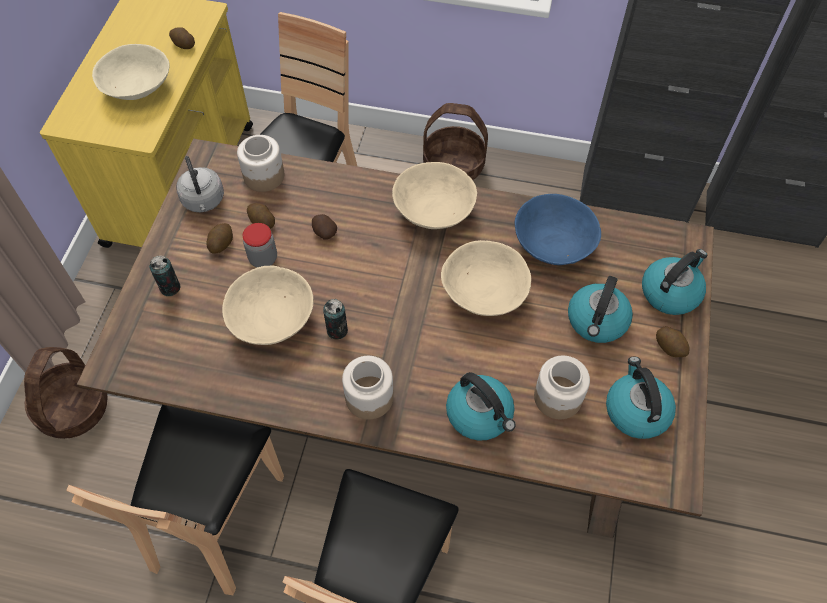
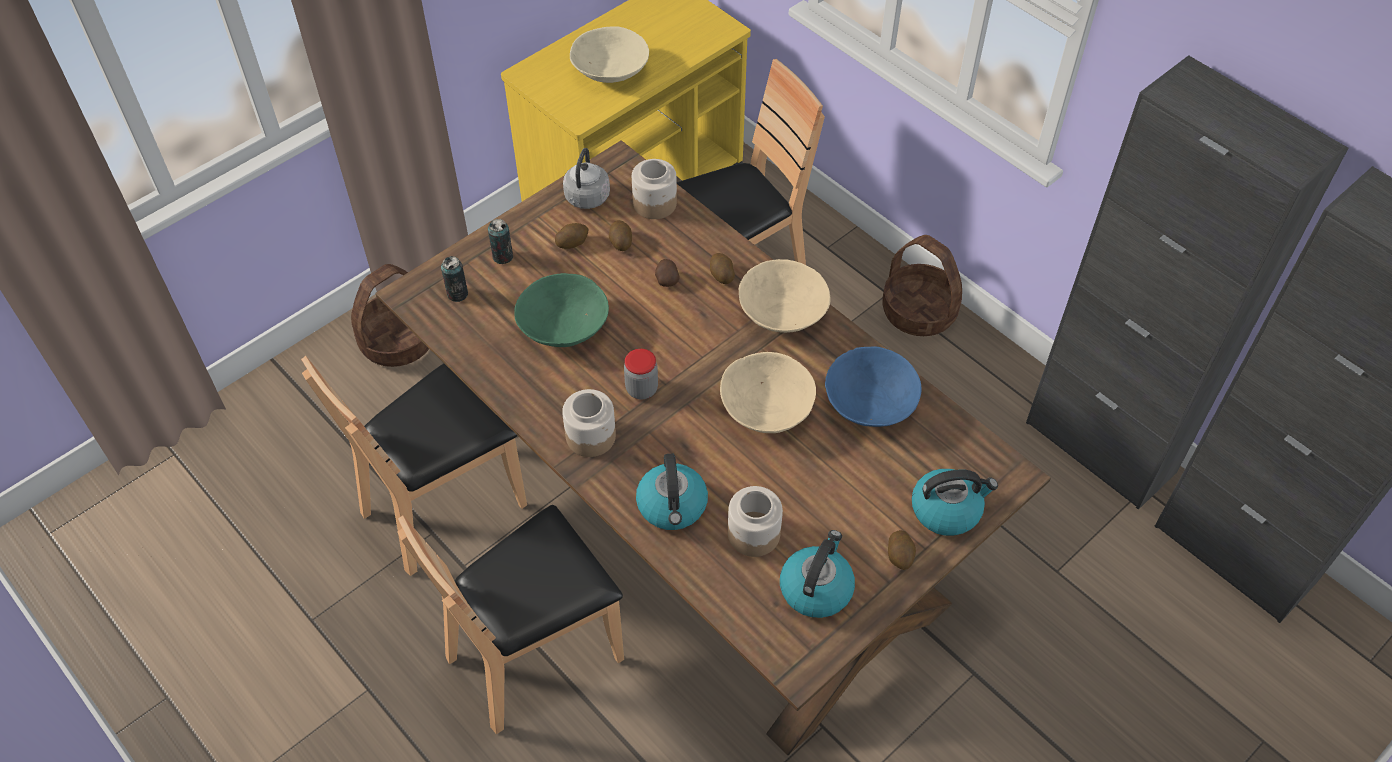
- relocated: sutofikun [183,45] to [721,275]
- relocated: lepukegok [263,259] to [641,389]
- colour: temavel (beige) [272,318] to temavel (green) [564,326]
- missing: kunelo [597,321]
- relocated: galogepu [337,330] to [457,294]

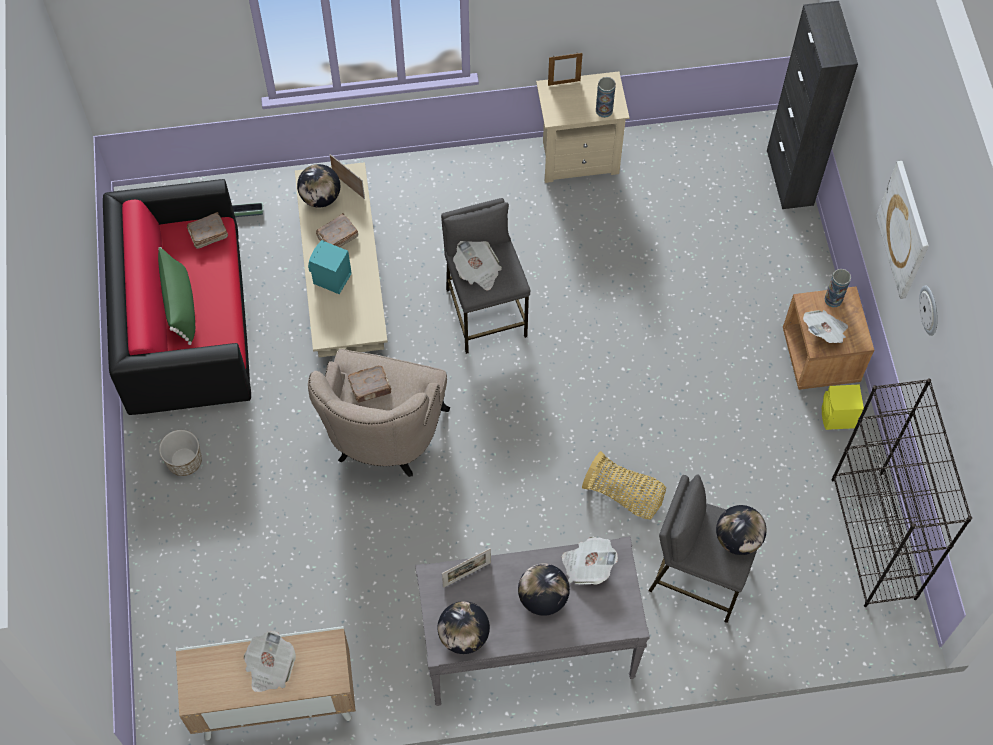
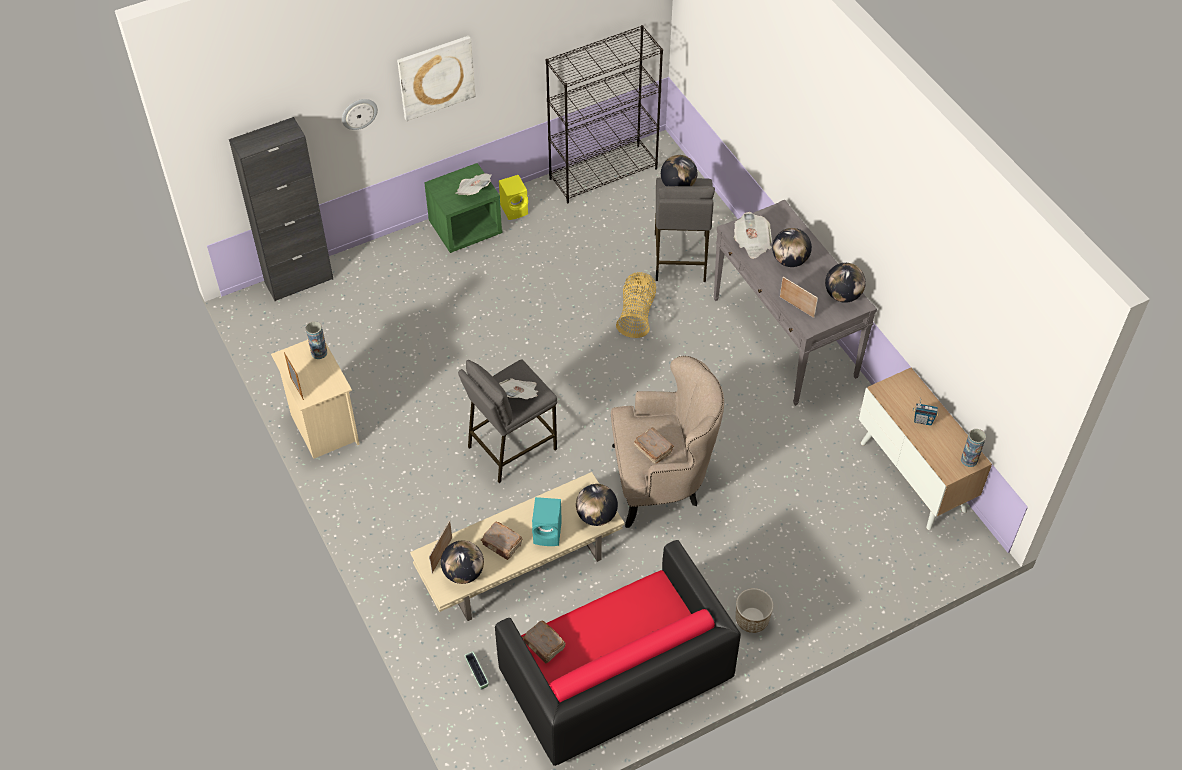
- missing: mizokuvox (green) [180,305]
- relocated: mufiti [833,299] to [969,460]
- relocated: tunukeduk [930,310] to [359,113]
- colour: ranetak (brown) [820,357] to ranetak (green) [465,229]
- exchanged: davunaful [270,667] to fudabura [923,420]
- appeared: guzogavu [596,516]

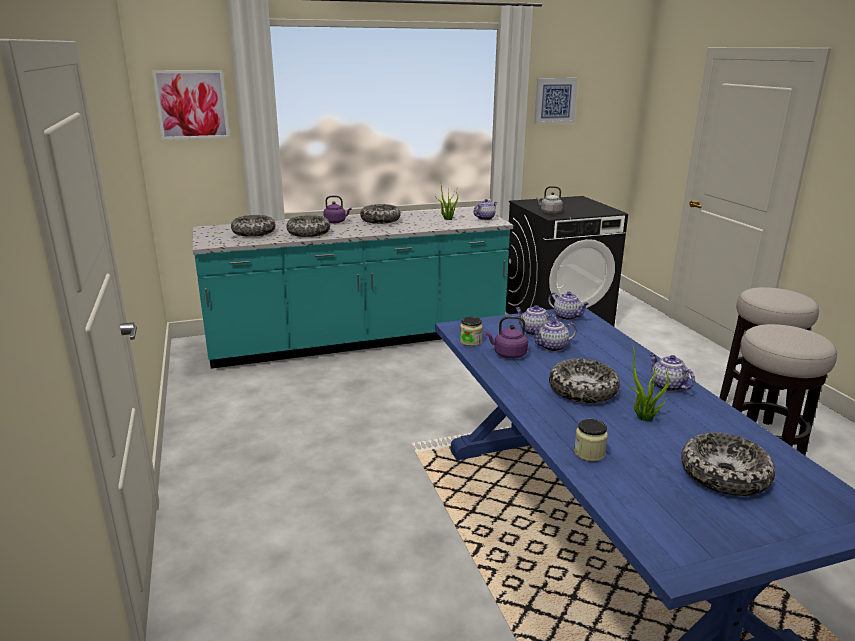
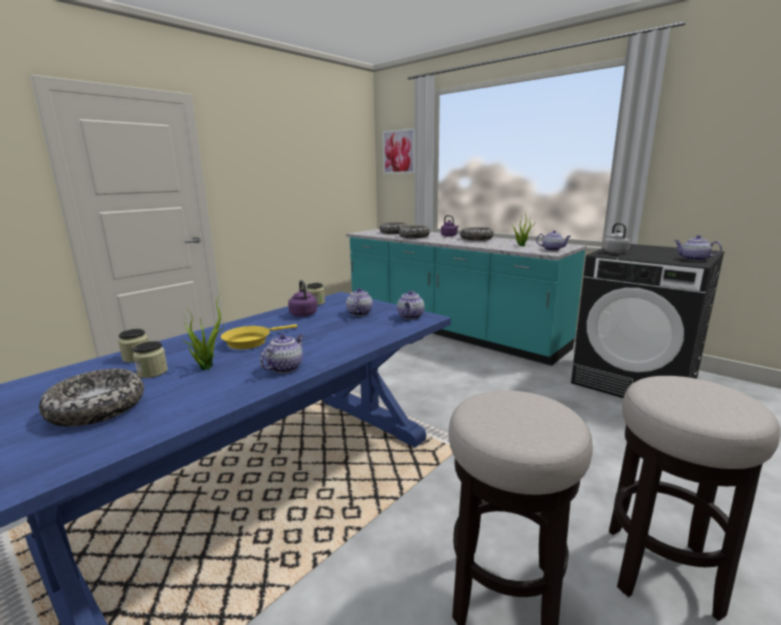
- missing: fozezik [555,100]
- relocated: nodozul [551,347] to [693,259]
- exchanged: temavel [582,390] to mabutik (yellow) [251,341]
- appeared: lepukegok [152,372]

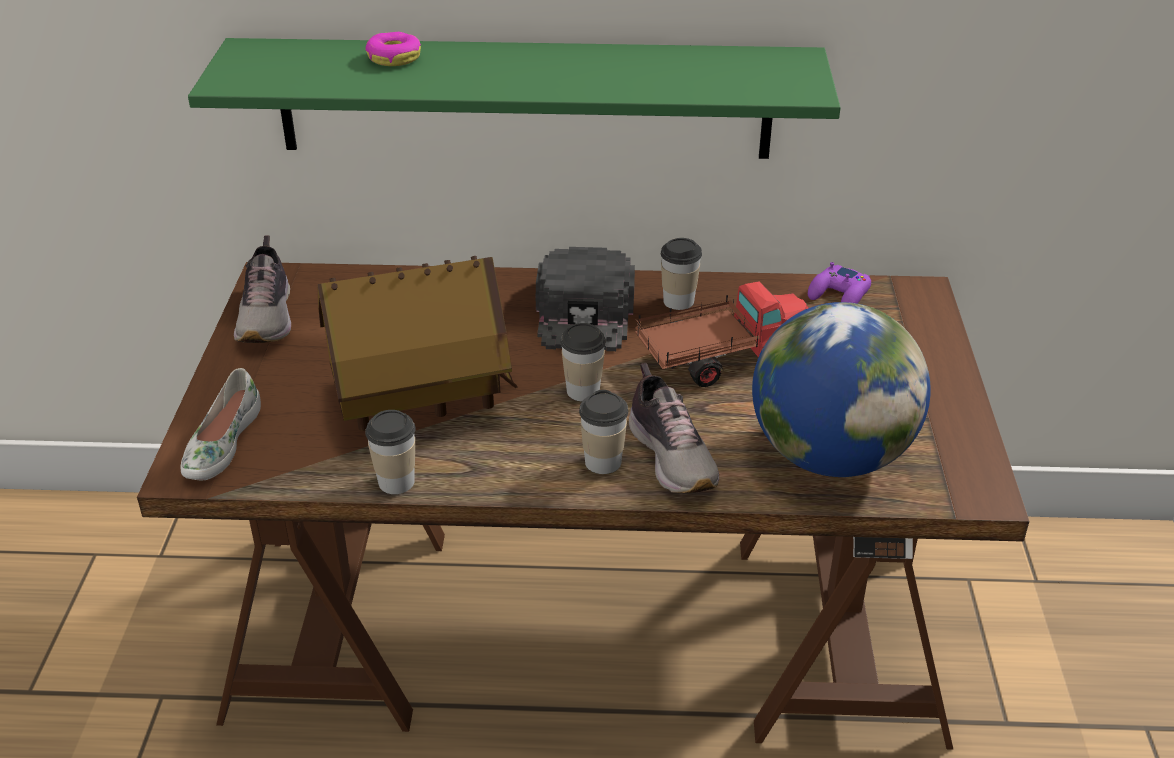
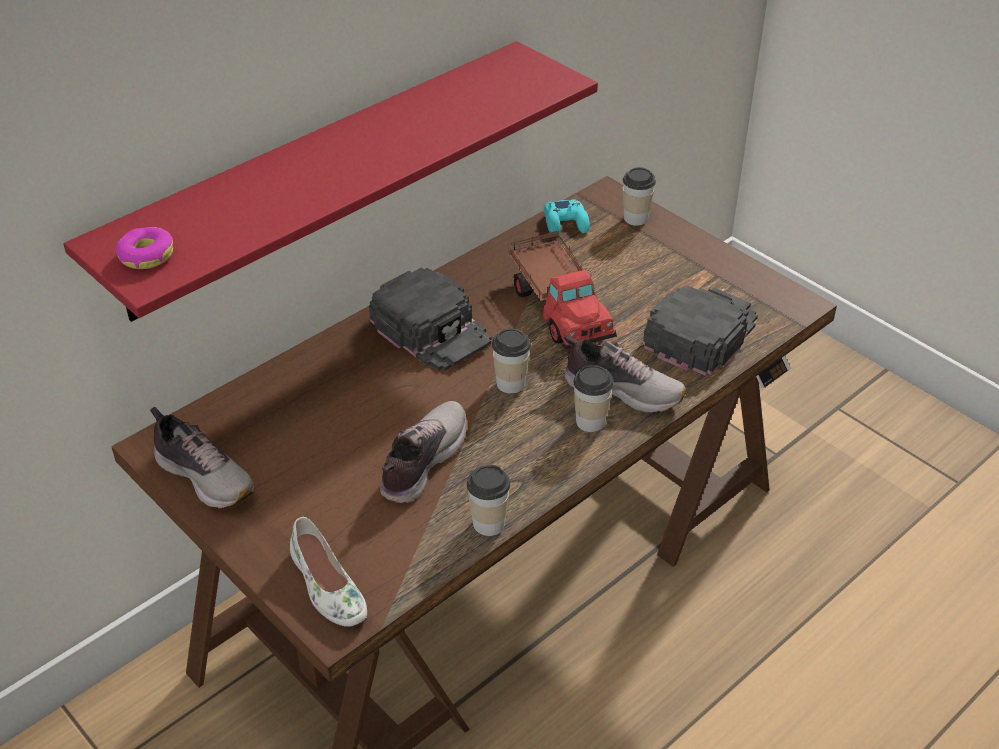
- relocated: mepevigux [394,58] to [146,256]
- colour: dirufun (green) [524,98] to dirufun (red) [319,178]
- relocated: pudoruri [678,301] to [635,218]
- exchanged: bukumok [421,403] to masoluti [421,461]
- colour: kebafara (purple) [839,295] to kebafara (turquoise) [566,223]
- spun: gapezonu [724,356] = [559,306] 135 degrees clockwise
- exchanged: guzogavu [830,456] to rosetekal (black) [701,332]

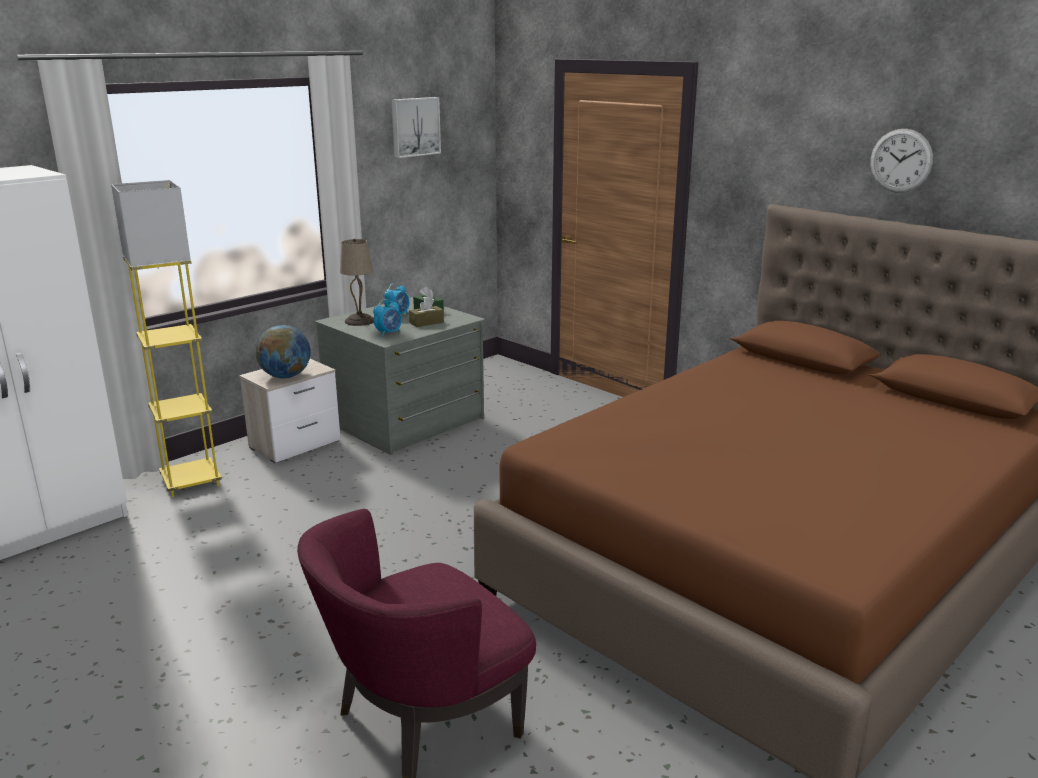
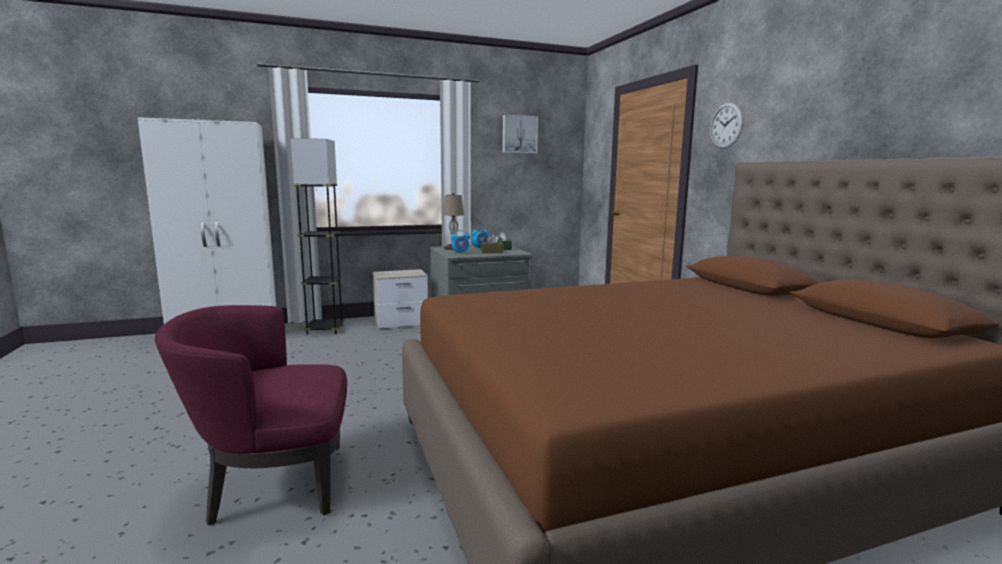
- relocated: tunukeduk [901,160] to [726,125]
- colour: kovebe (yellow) [191,482] to kovebe (grey) [325,330]
- missing: guzogavu [285,376]

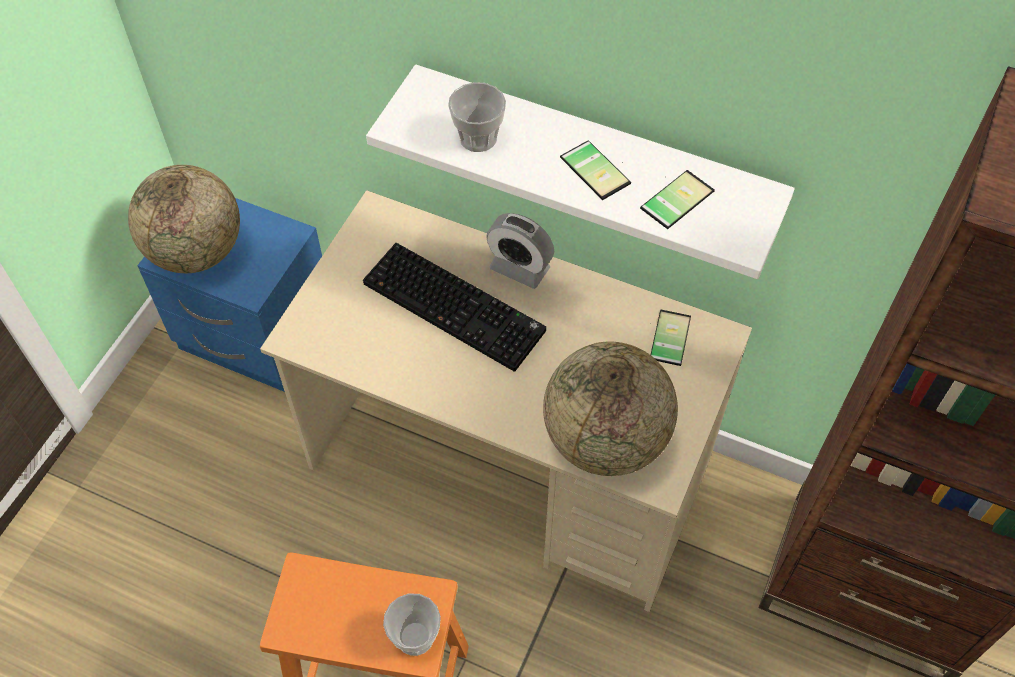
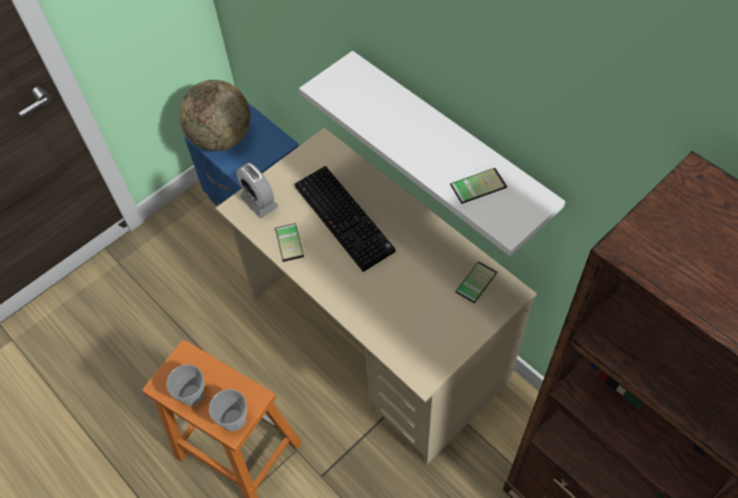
- relocated: pudoruri [478,138] to [192,394]
- relocated: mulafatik [598,168] to [291,242]
- relocated: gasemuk [519,268] to [259,202]
- missing: guzogavu [605,439]

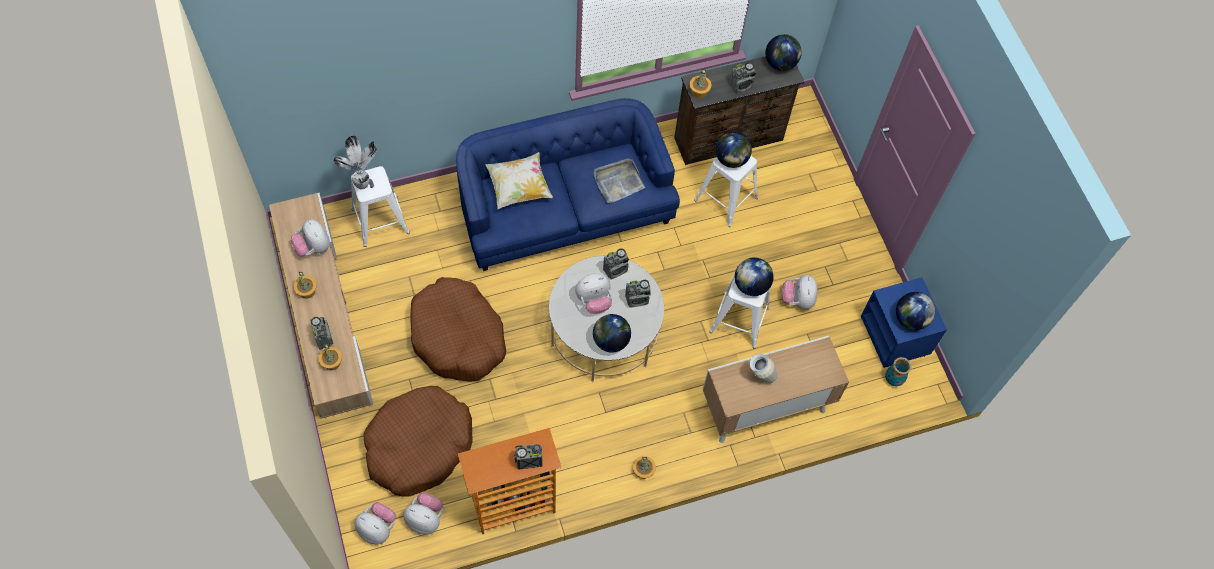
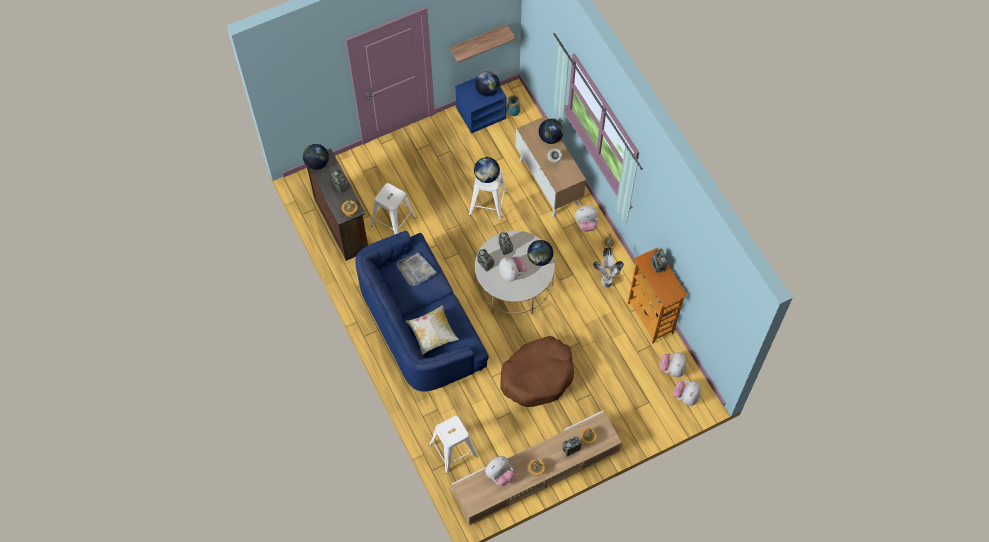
- relocated: guzogavu [731,159] to [550,138]
- relocated: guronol [363,184] to [606,283]
- relocated: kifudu [797,299] to [586,223]
- missing: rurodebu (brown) [419,445]
- appeared: dirufun [478,41]

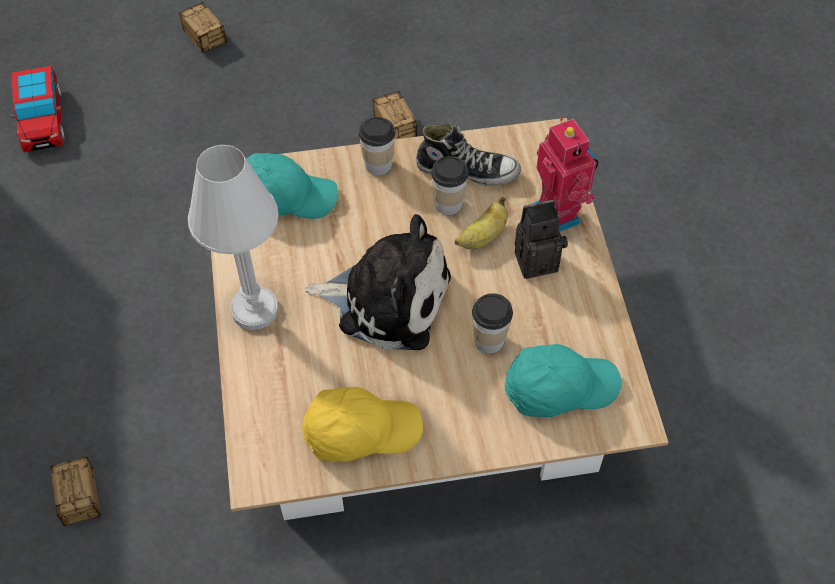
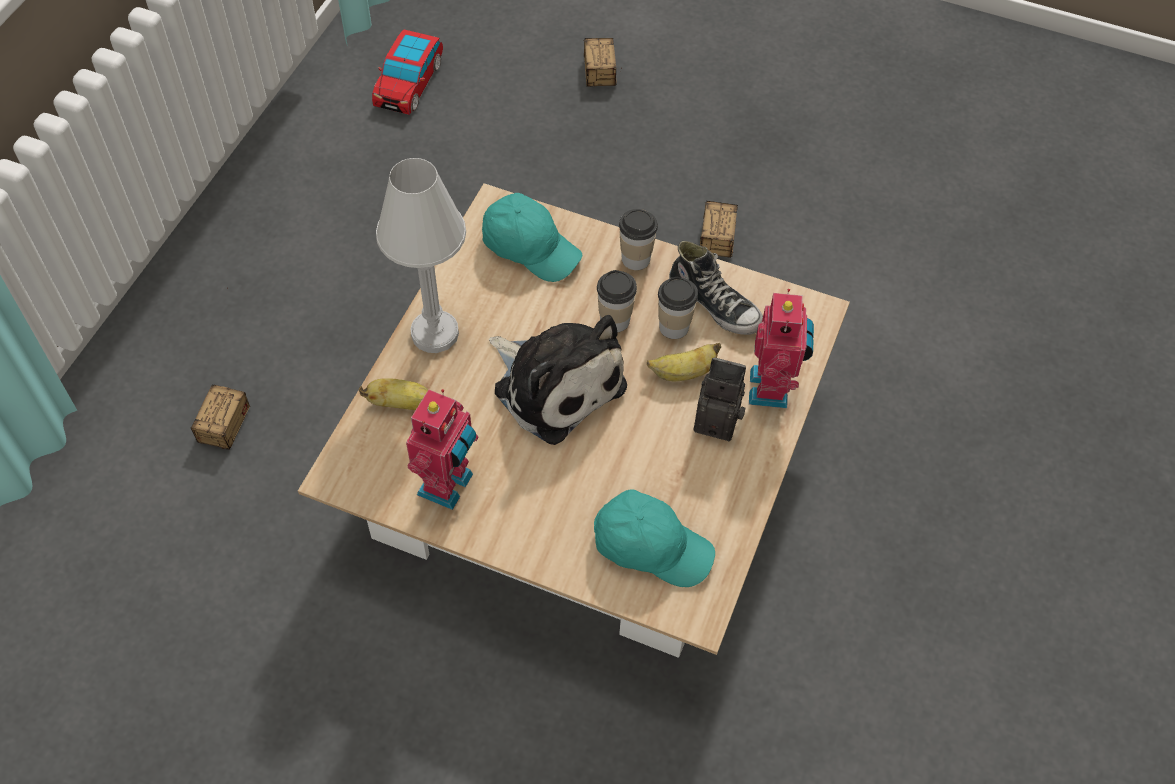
- relocated: pudoruri [489,341] to [614,320]
- exchanged: rosetekal (yellow) [360,431] to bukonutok [448,486]
- appeared: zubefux [402,404]

